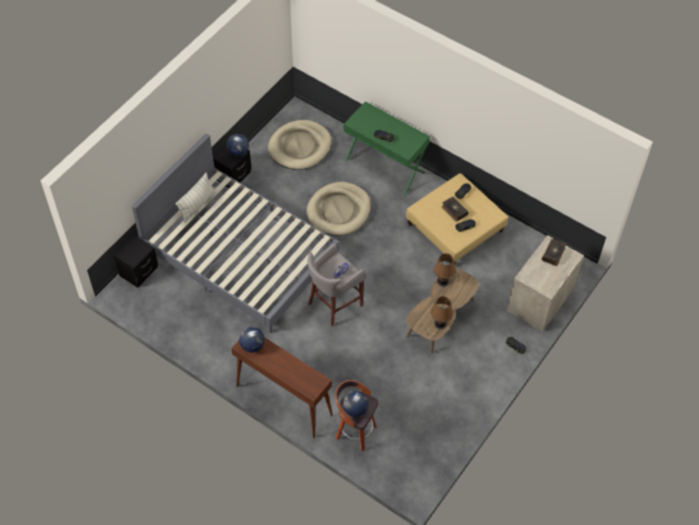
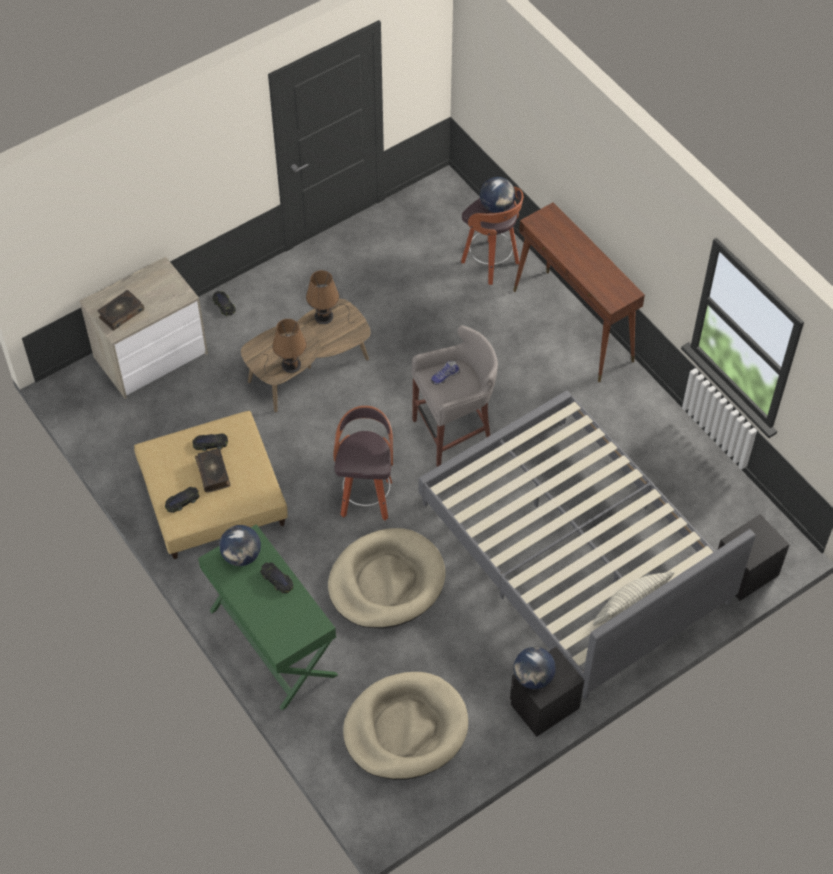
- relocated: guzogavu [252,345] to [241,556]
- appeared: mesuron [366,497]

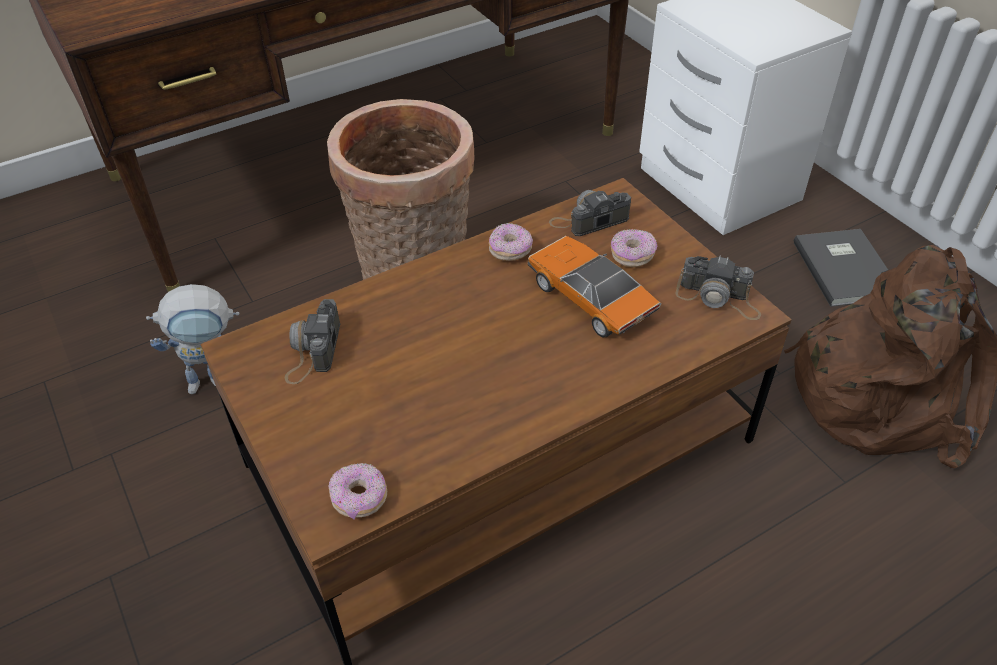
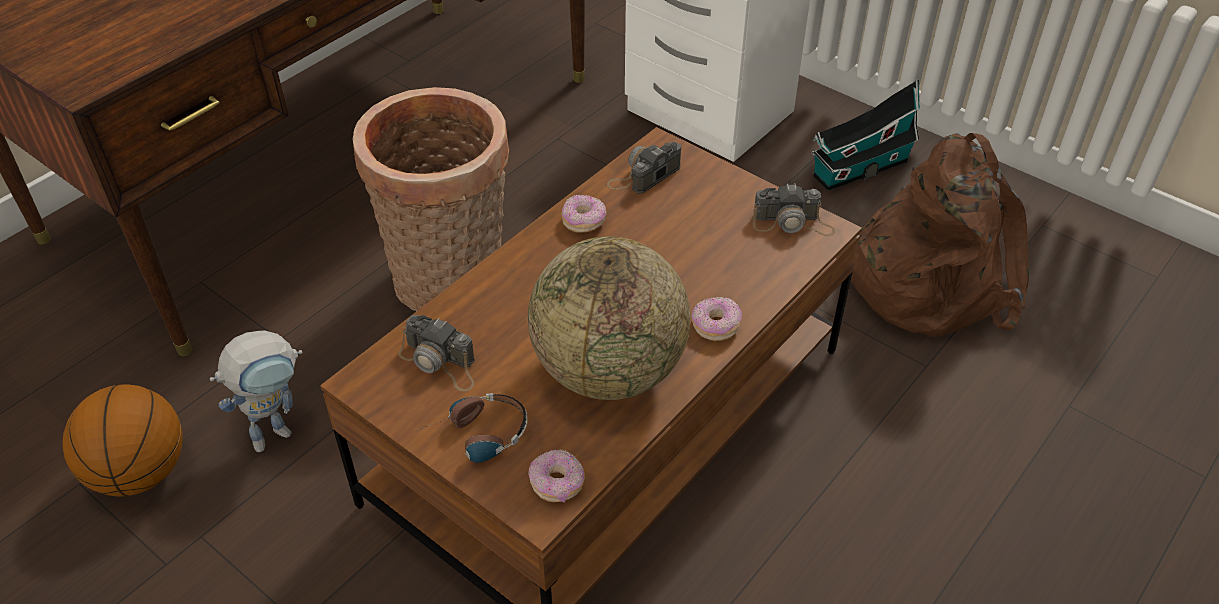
- relocated: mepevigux [632,255] to [715,326]
- exchanged: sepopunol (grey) [846,268] to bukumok [857,170]
- missing: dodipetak [590,297]
- spun: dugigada [313,350] = [440,362] 45 degrees counterclockwise
- appeared: guzogavu [609,370]
- appeared: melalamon [140,471]
- appeared: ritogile [476,438]

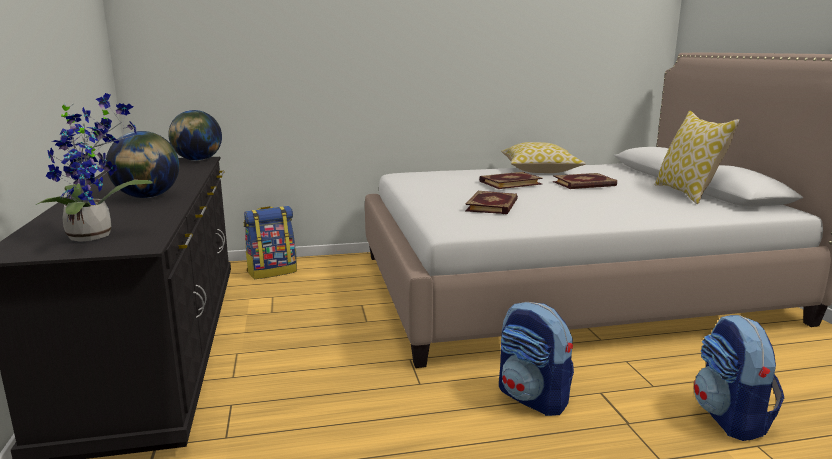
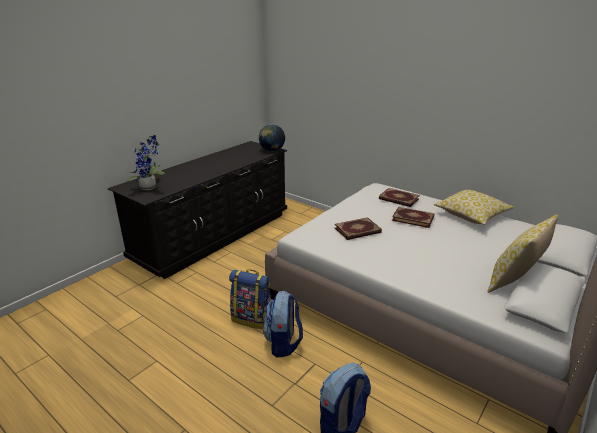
- missing: guzogavu [147,197]
- relocated: sepopunol [584,184] to [398,199]
- relocated: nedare [272,271] to [252,318]

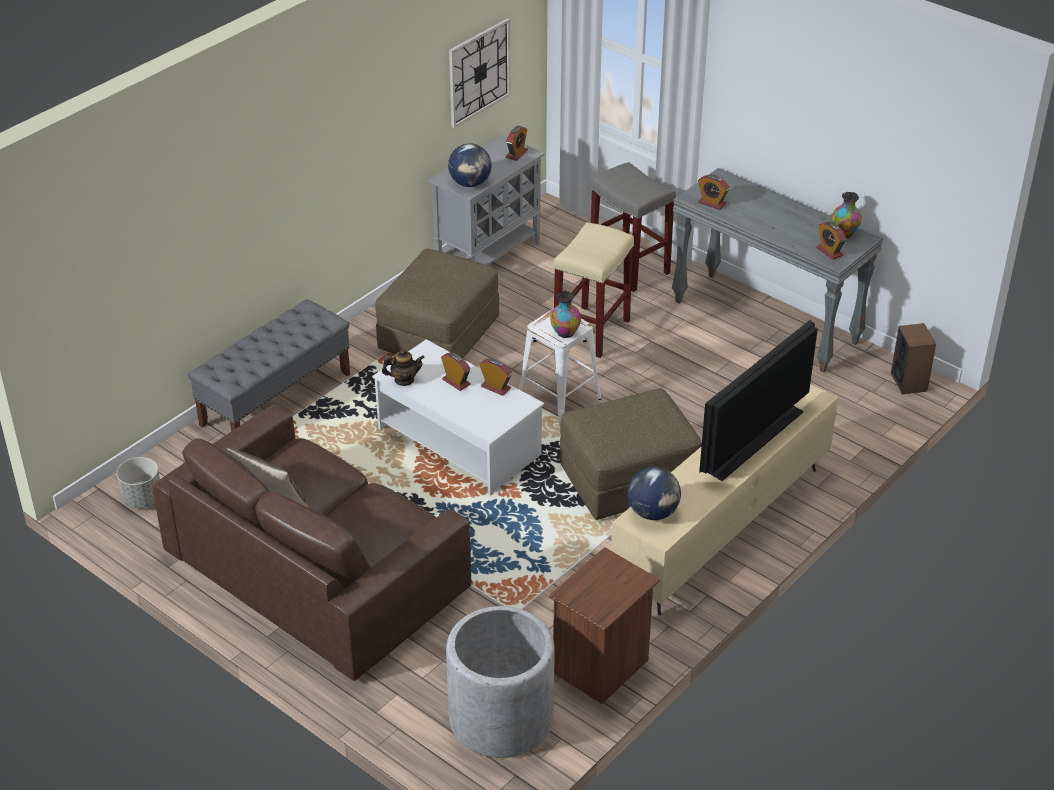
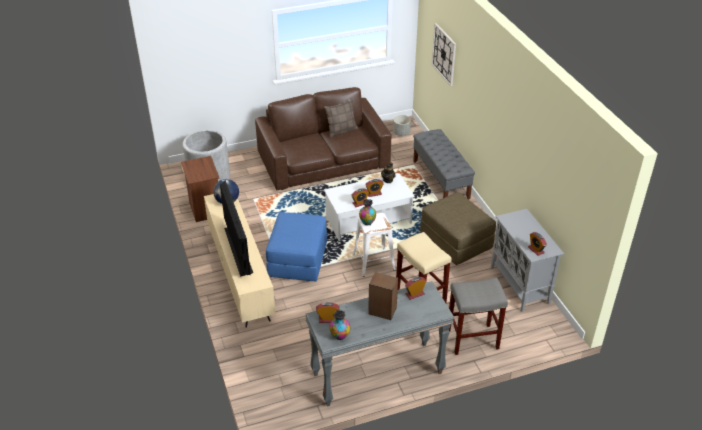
- relocated: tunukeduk [479,72] to [444,54]
- missing: guzogavu [470,184]
- relocated: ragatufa [909,382] to [382,311]
- colour: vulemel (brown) [628,480] to vulemel (blue) [298,260]

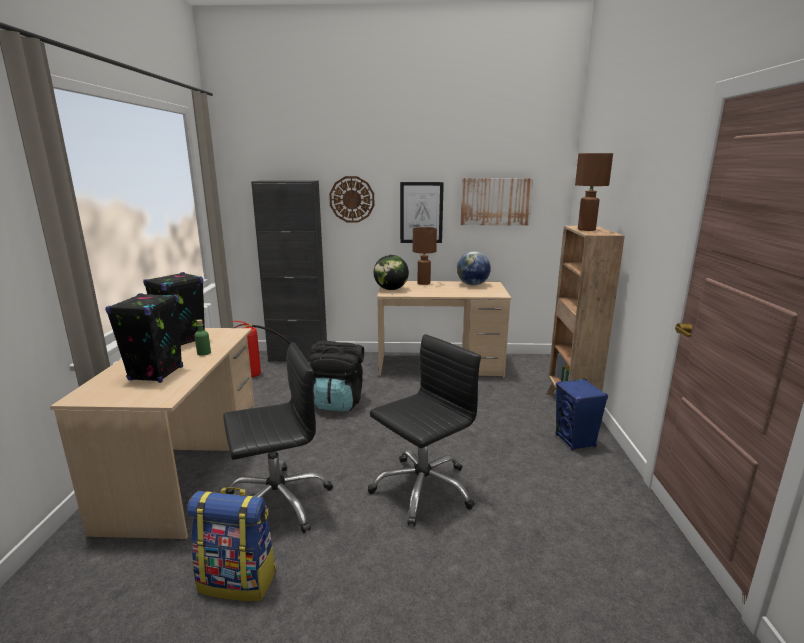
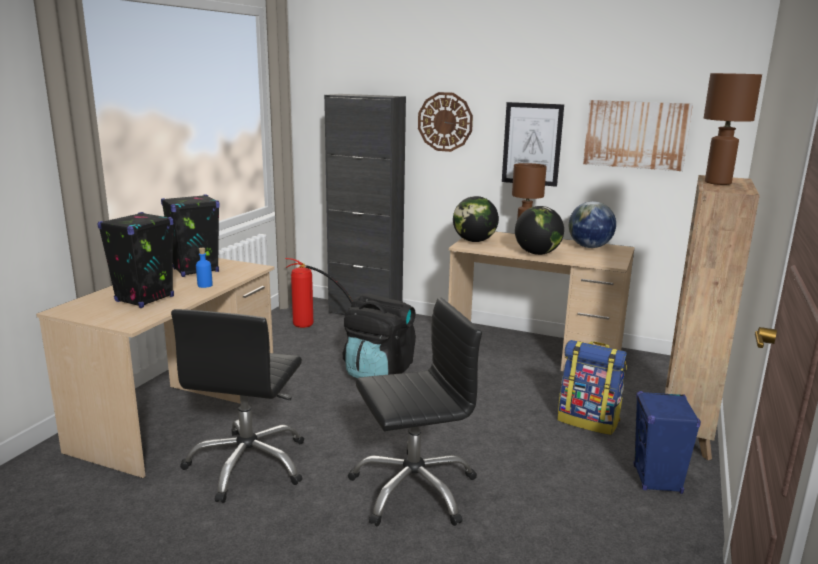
- colour: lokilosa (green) [204,353] to lokilosa (blue) [205,285]
- spun: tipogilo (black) [277,502] = [248,464] 105 degrees clockwise
- relocated: nedare [239,580] to [588,421]
- appeared: guzogavu [537,253]

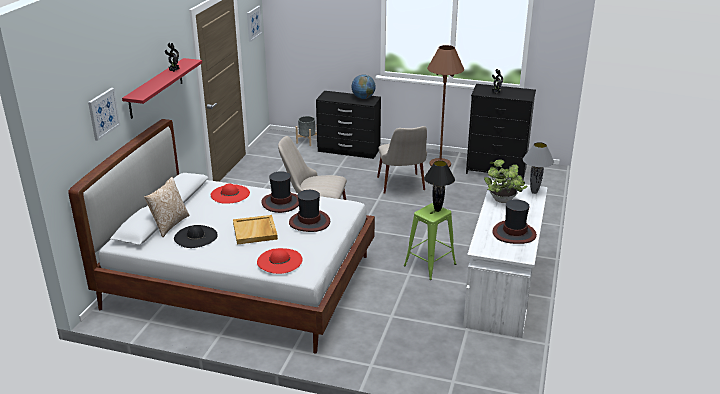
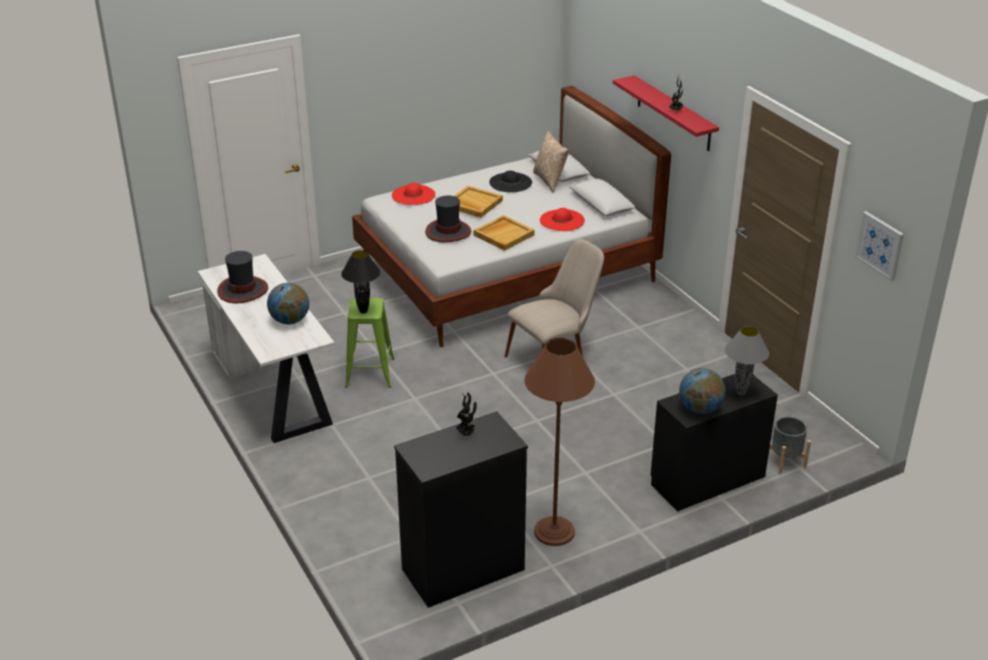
- missing: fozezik [103,113]
- missing: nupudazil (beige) [402,187]
- relocated: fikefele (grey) [534,192] to [740,393]
- exchanged: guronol [503,201] to guzogavu [290,321]
- exchanged: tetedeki [281,203] to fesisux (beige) [504,234]

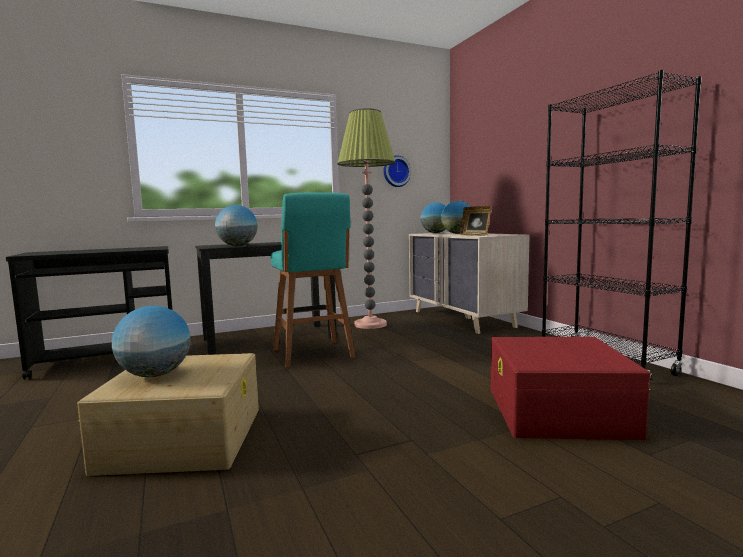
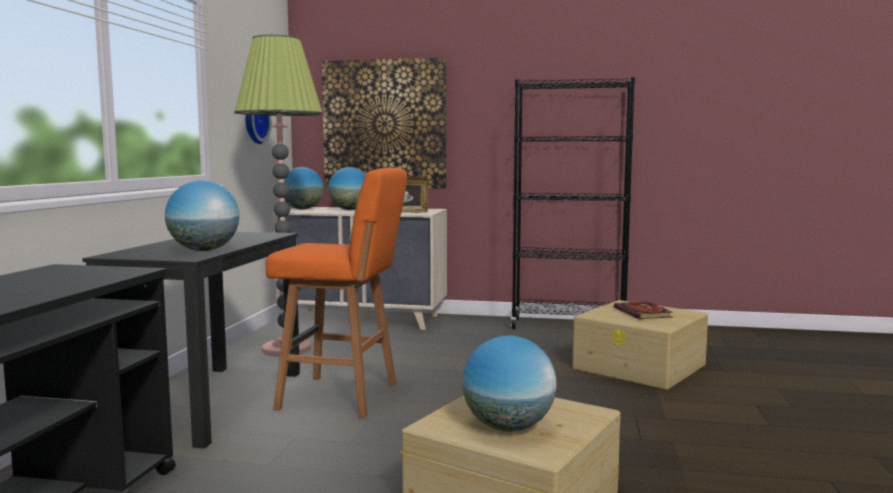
- colour: mesuron (turquoise) [313,354] to mesuron (orange) [342,396]
- colour: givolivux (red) [558,412] to givolivux (beige) [640,366]
- appeared: fozezik [384,124]
- appeared: sepopunol [644,313]

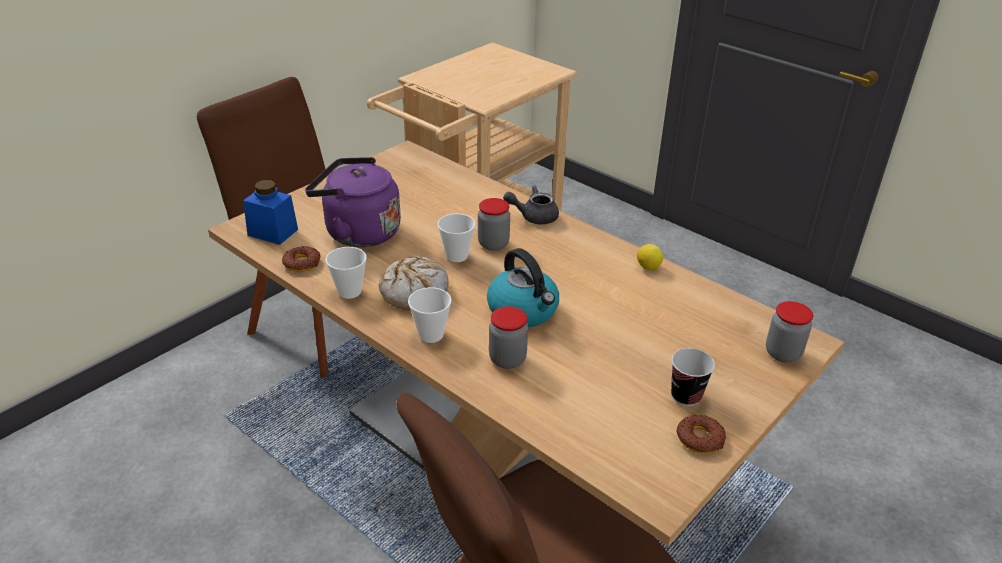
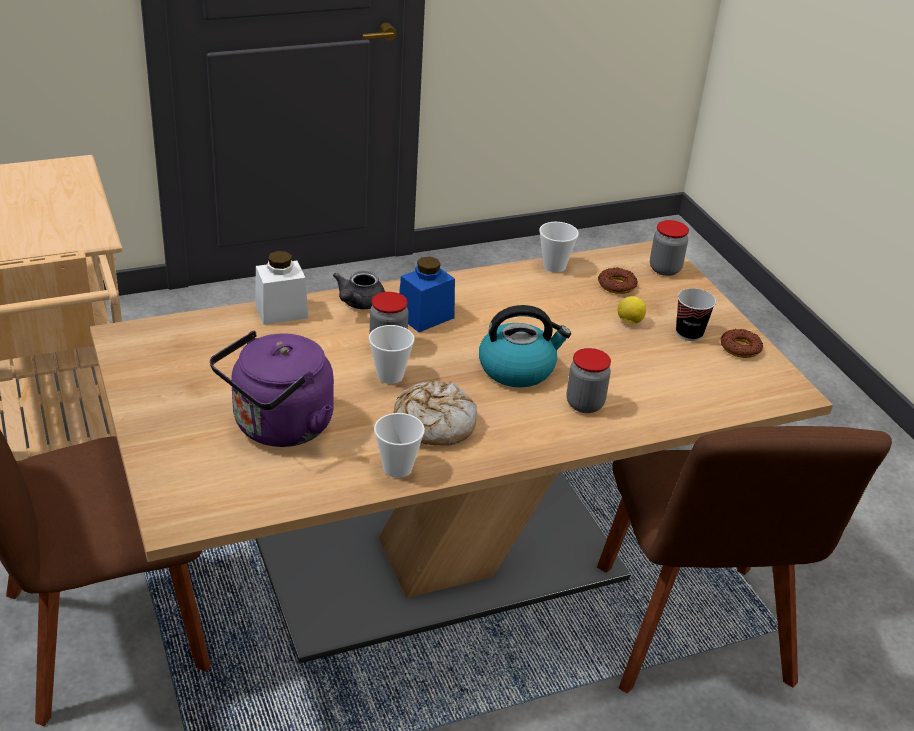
- relocated: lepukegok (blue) [273,232] to [425,316]
- relocated: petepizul [648,267] to [629,321]
- relocated: mepevigux [302,263] to [617,285]
- relocated: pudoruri [431,335] to [554,266]
- appeared: lepukegok (white) [281,311]

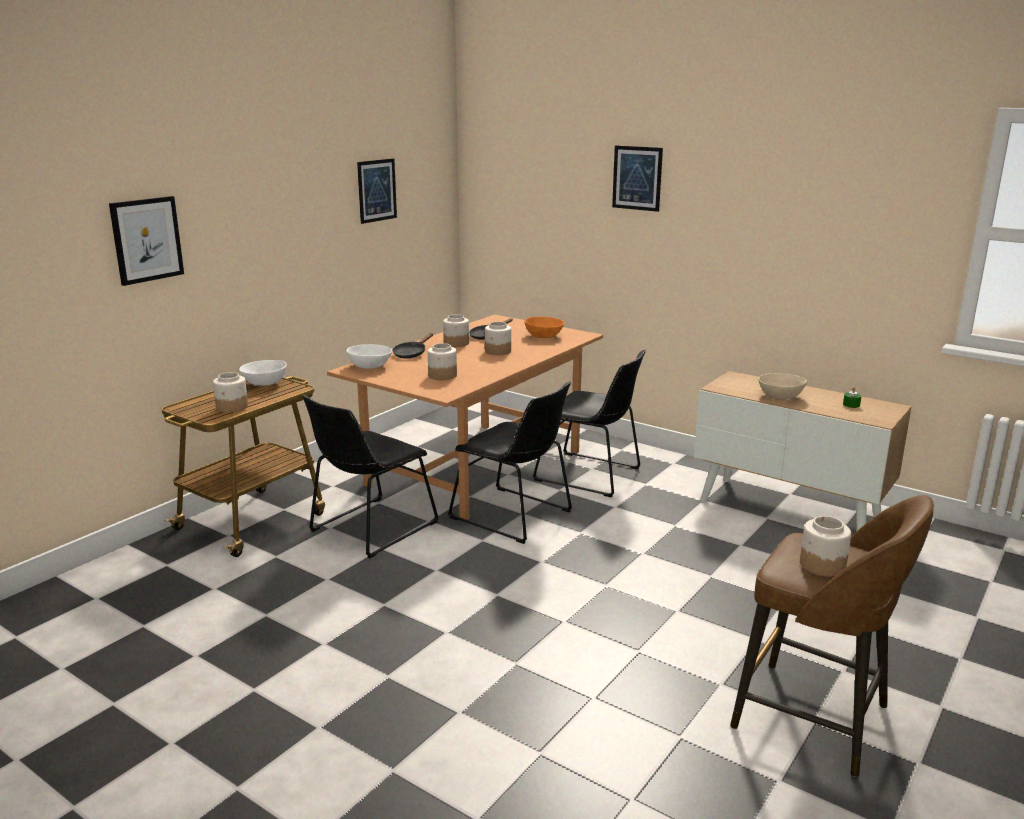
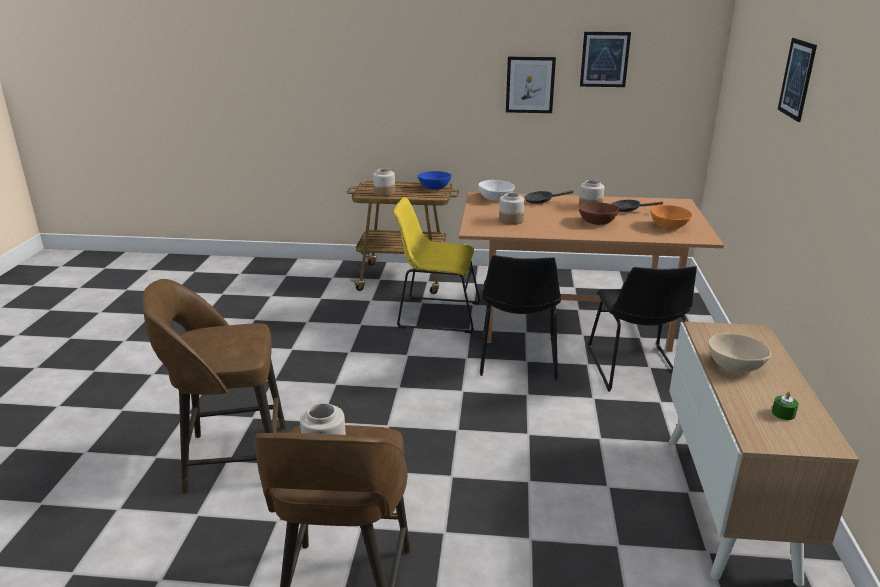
- relocated: fozezik [147,240] to [530,85]
- exchanged: lepukegok [498,351] to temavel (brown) [597,222]
- colour: temavel (white) [264,383] to temavel (blue) [434,187]
- colour: nupudazil (black) [370,528] to nupudazil (yellow) [435,314]
- appeared: mesuron (brown) [232,458]

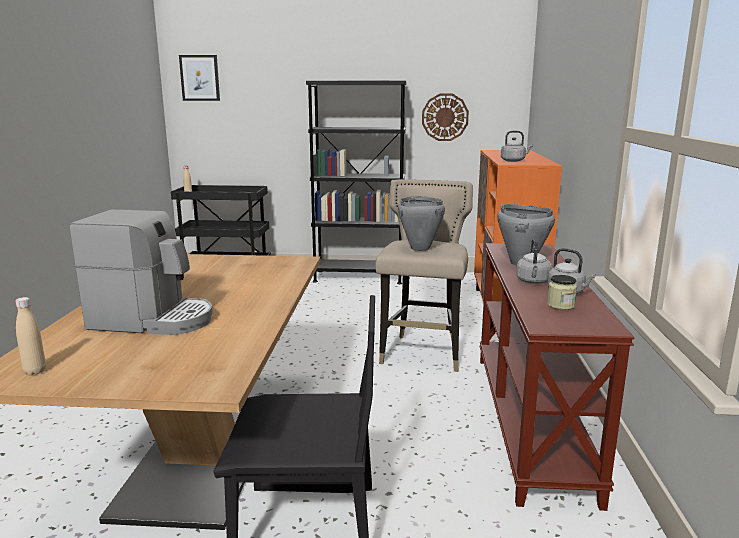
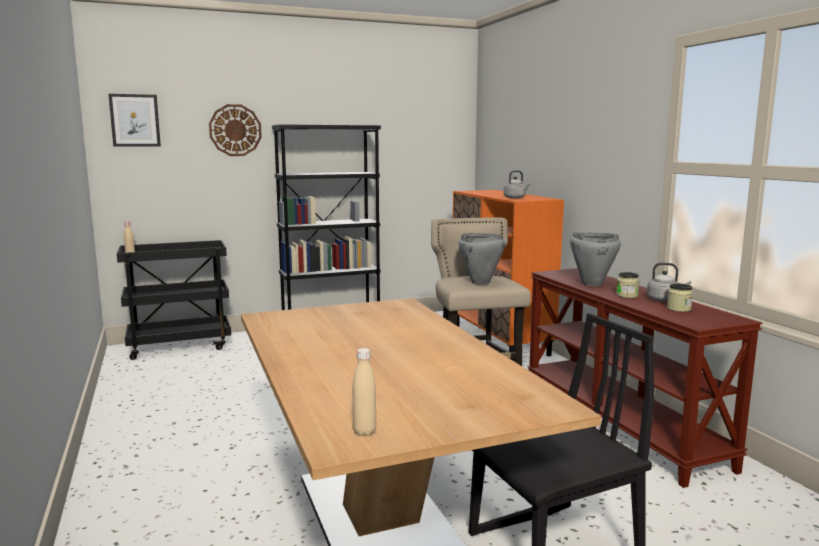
- relocated: tunukeduk [445,117] to [235,130]
- missing: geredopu [153,320]
- exchanged: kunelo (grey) [533,281] to lepukegok [627,295]

